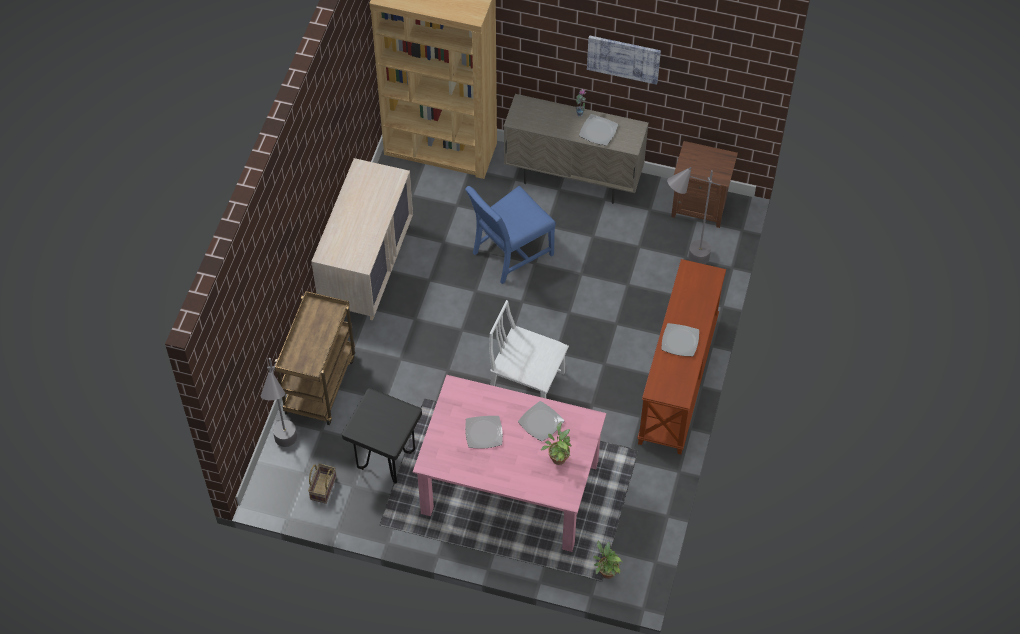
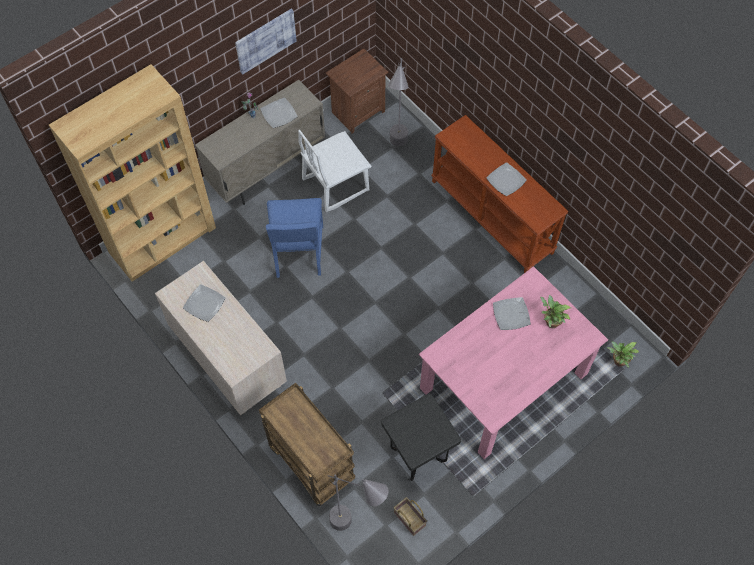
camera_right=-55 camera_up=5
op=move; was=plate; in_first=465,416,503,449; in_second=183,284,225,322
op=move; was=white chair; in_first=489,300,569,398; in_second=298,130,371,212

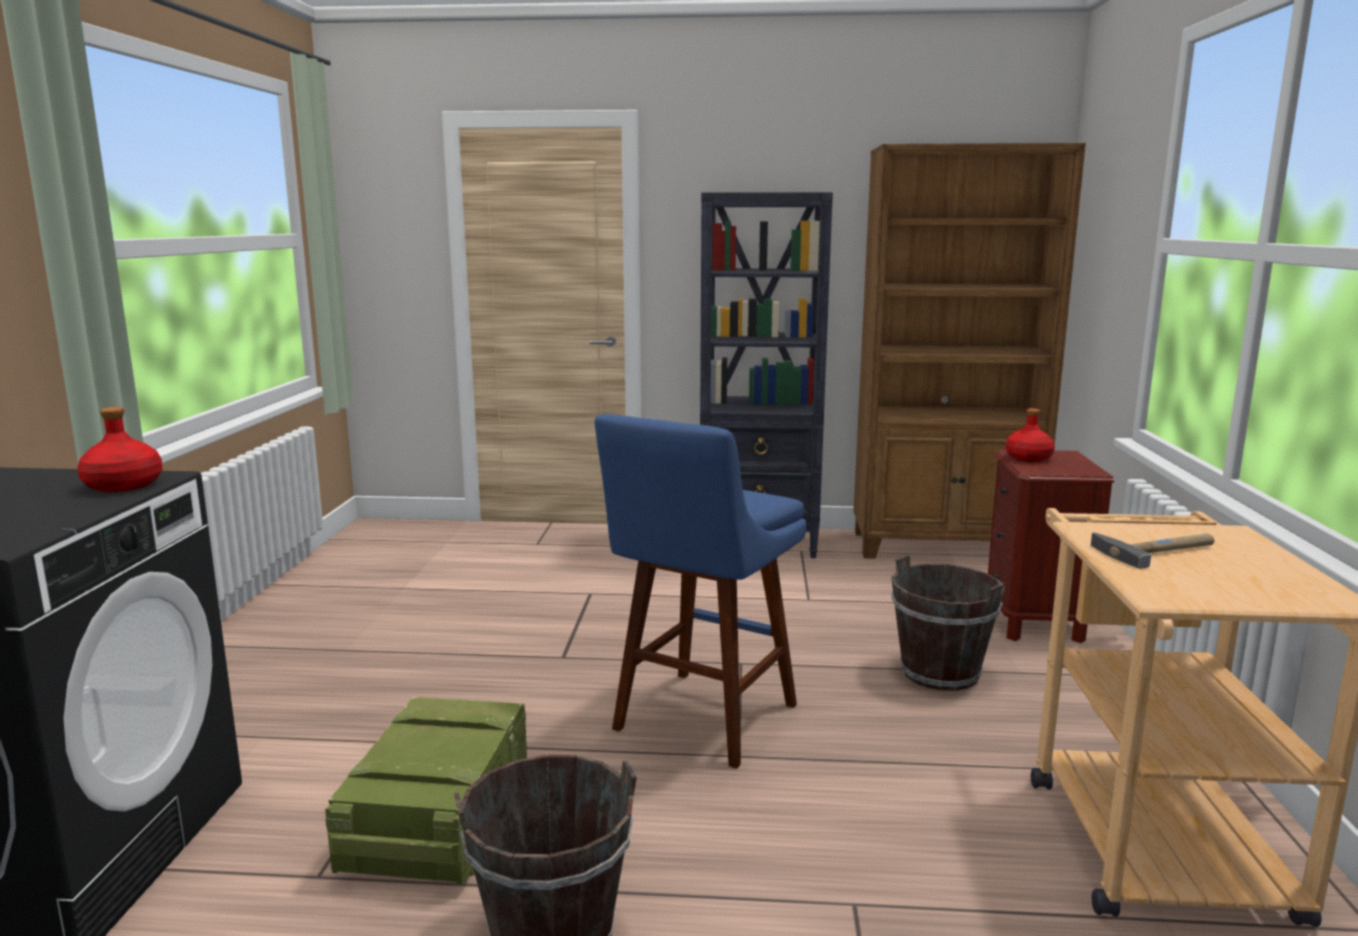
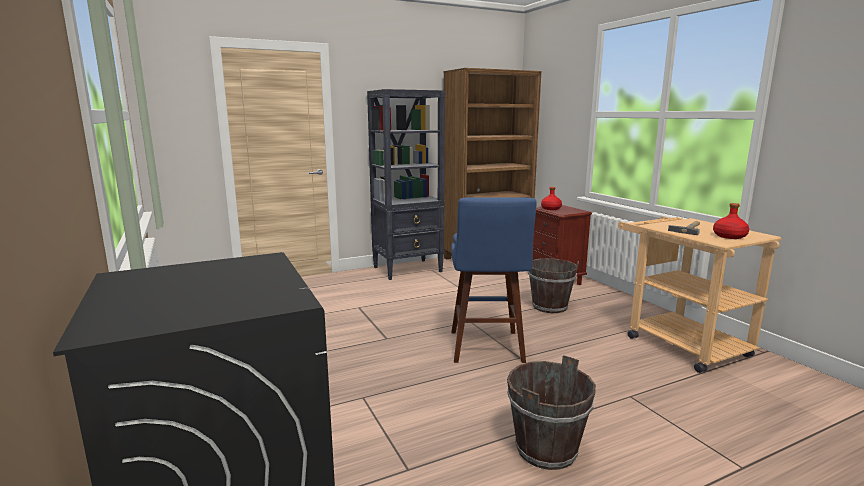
camera_right=-30 camera_up=0
op=delete; was=crate; in_first=325,697,527,884
op=move; was=red bottle; in_first=77,407,162,492; in_second=713,203,749,239

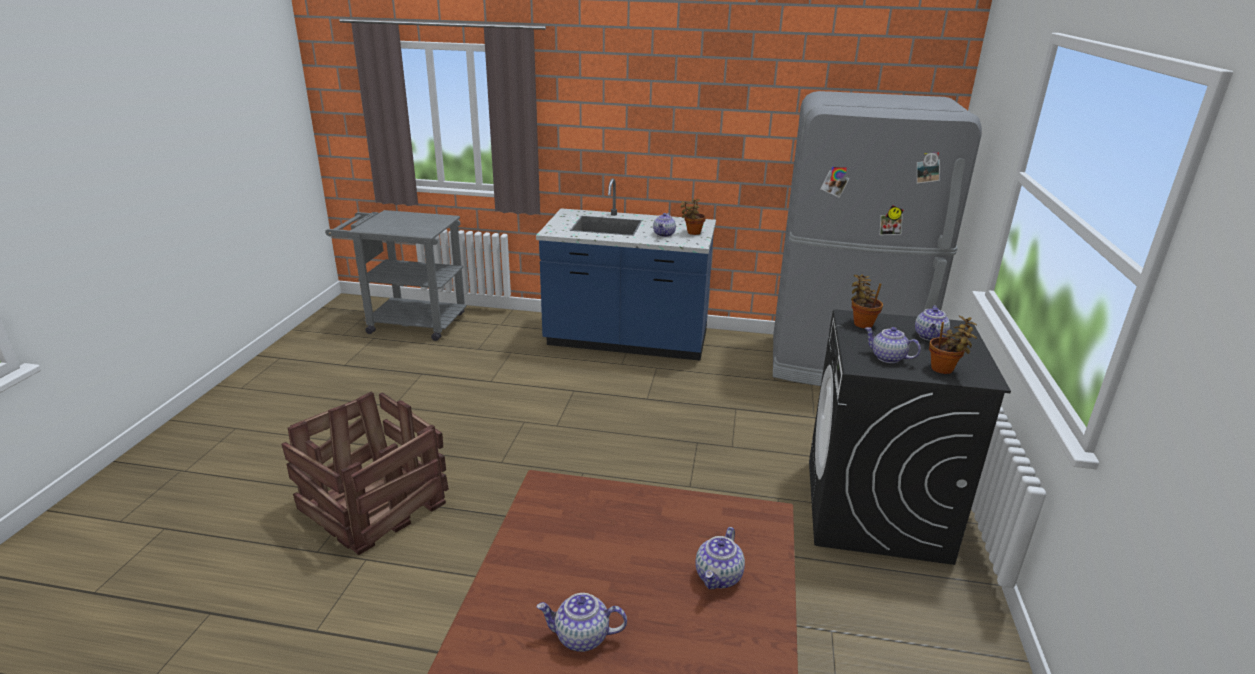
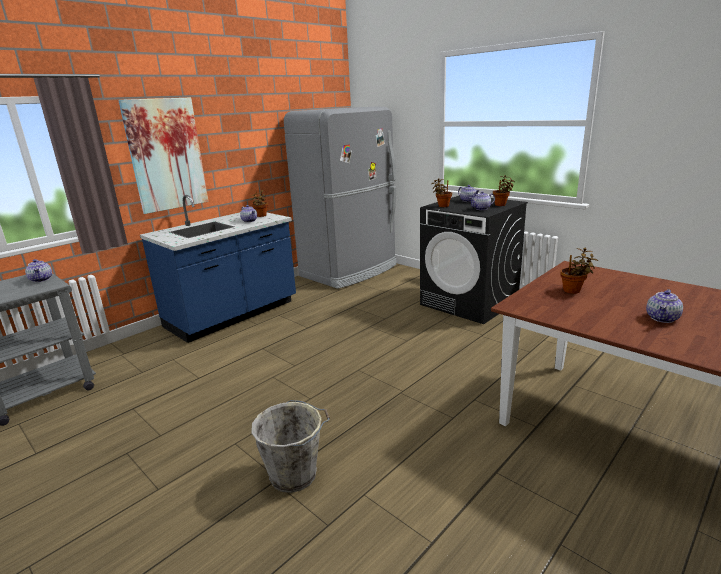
camera_right=-55 camera_up=-5
op=insert; now=picture; in_second=118,98,208,214
op=insert; now=potted plant; in_second=560,248,598,294
op=move; was=teapot; in_first=696,527,745,589; in_second=25,259,52,282
op=replace; was=crate; now=grey bucket; in_first=282,392,449,555; in_second=251,400,330,493

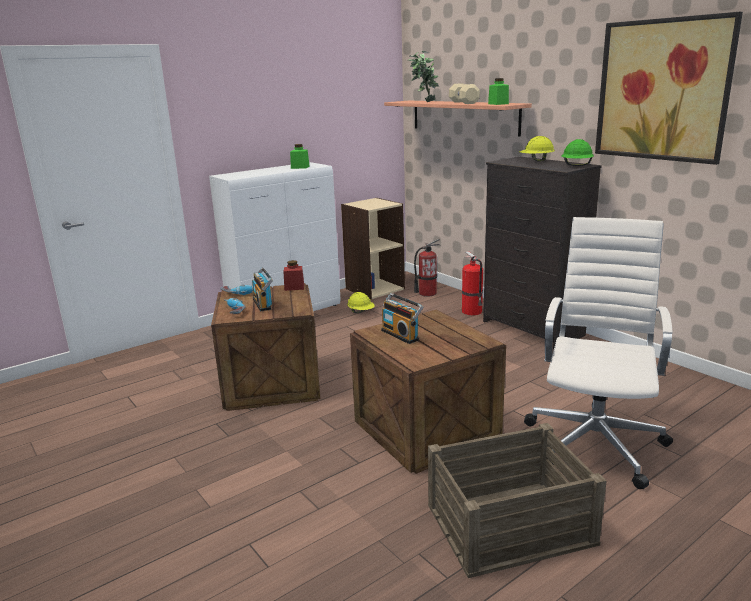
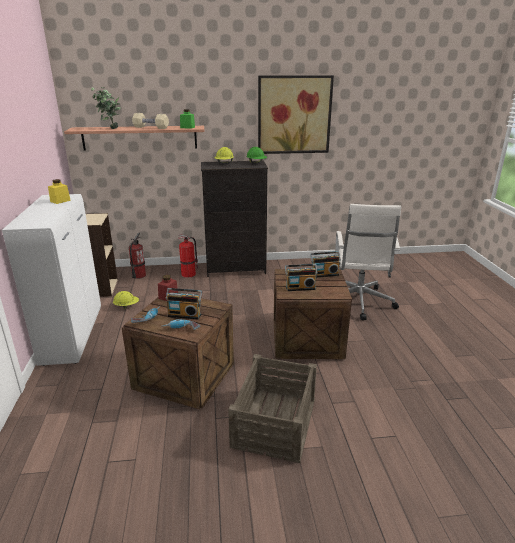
camera_right=-60 camera_up=5
op=insert; now=radio; in_second=310,251,341,277
op=move; was=crate; in_first=428,423,607,578; in_second=228,354,317,463
op=recolor; was=green jar; now=yellow jar; in_first=290,144,310,169; in_second=48,179,71,204
op=rotate; was=white office chair; in_first=524,217,673,489; in_second=335,204,401,320; clockwise=-135

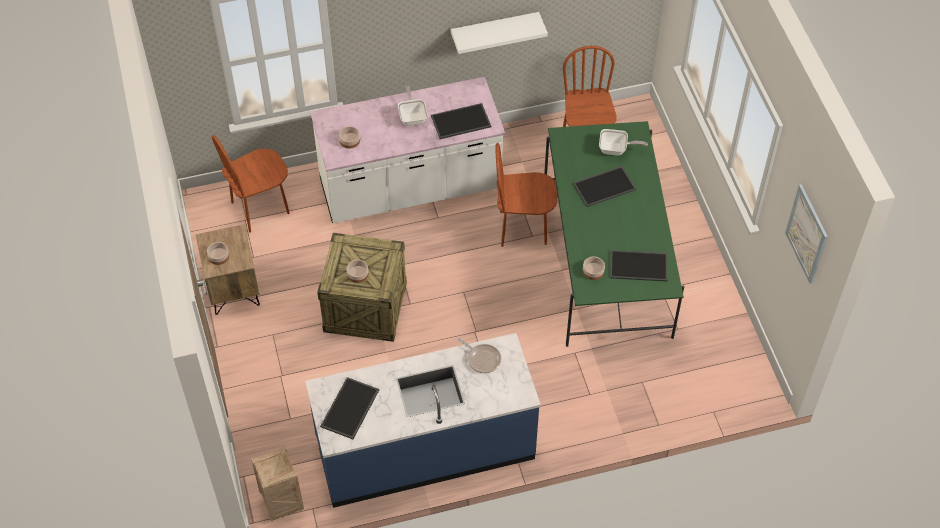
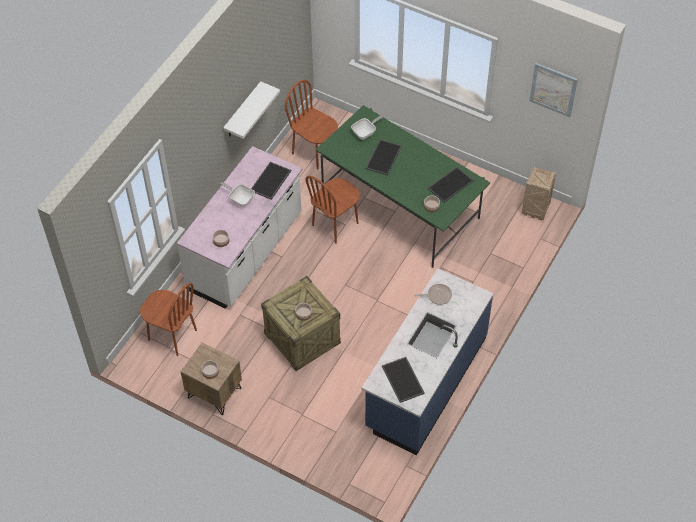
camera_right=-45 camera_up=0
op=move; was=crate; in_first=251,446,304,521; in_second=521,166,556,220
op=rotate; was=brown chair; in_first=212,135,290,233; in_second=140,283,197,356; clockwise=-75

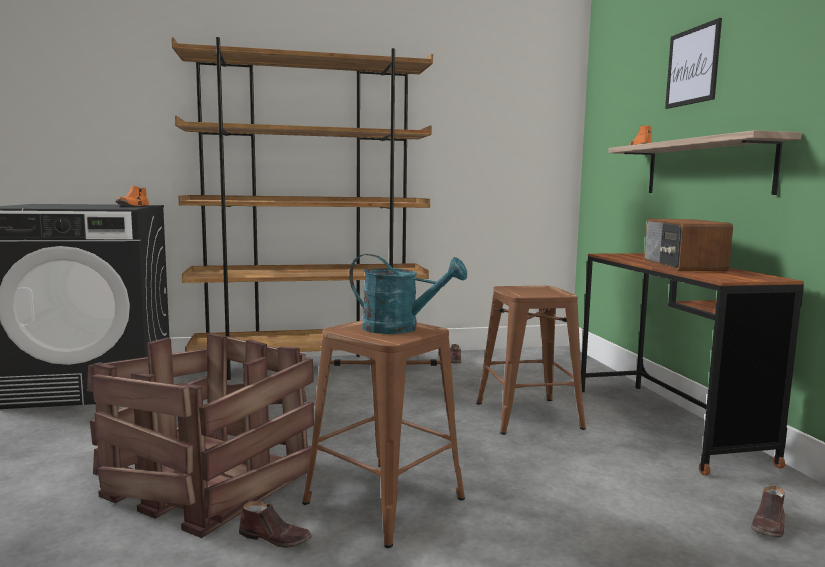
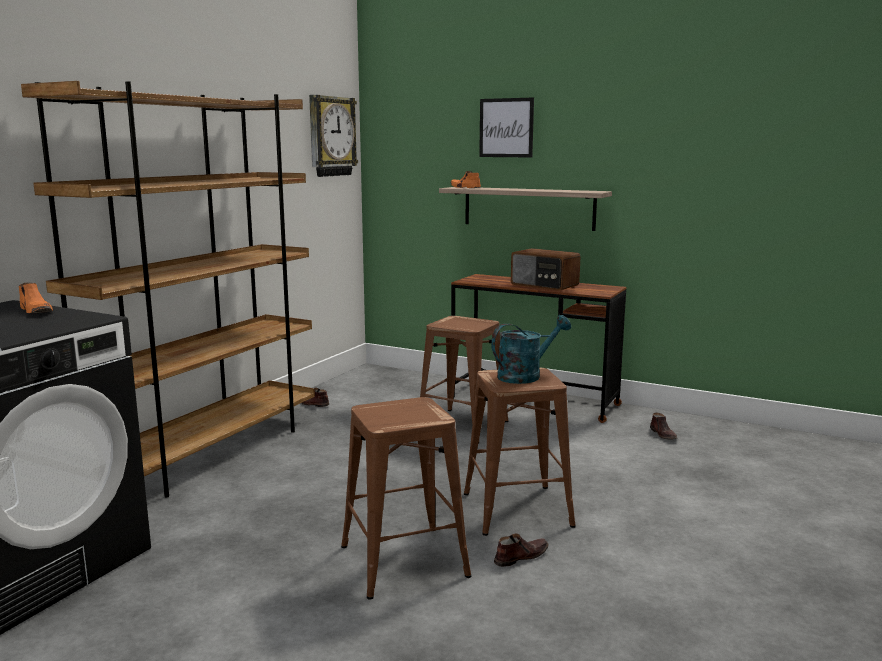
camera_right=-50 camera_up=5
op=insert; now=wall clock; in_second=309,95,358,177
op=replace; was=crate; now=brown stool; in_first=87,333,314,538; in_second=341,397,471,600

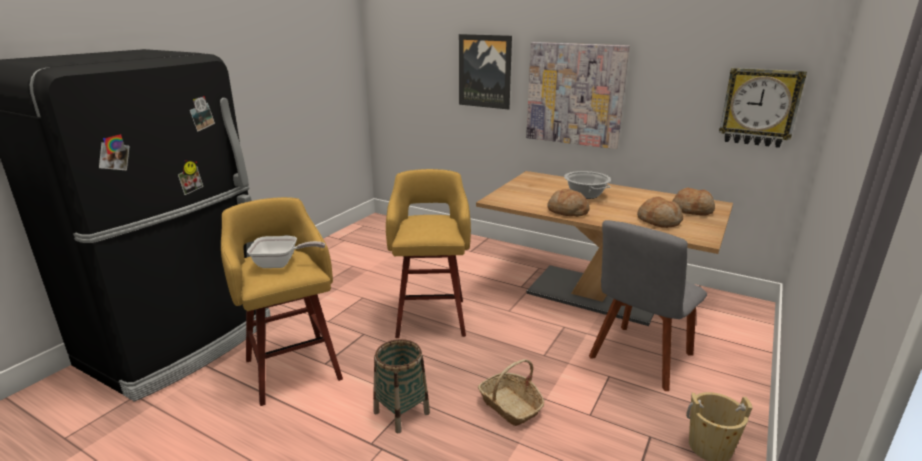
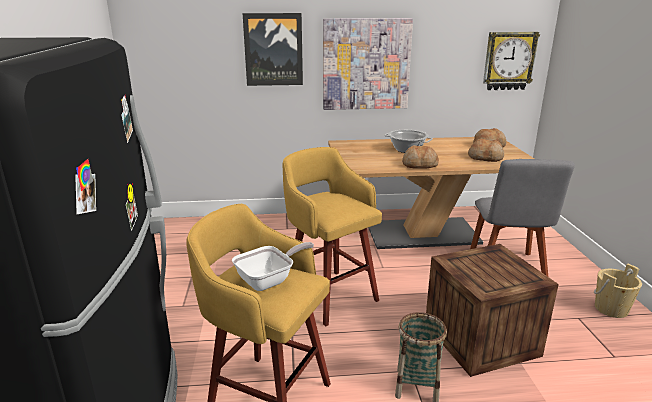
camera_right=-35 camera_up=0
op=replace; was=basket; now=crate; in_first=478,359,544,426; in_second=426,244,559,377

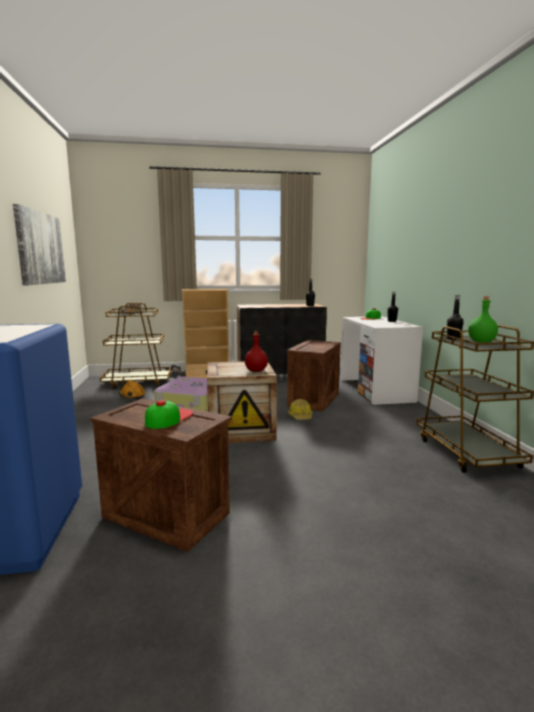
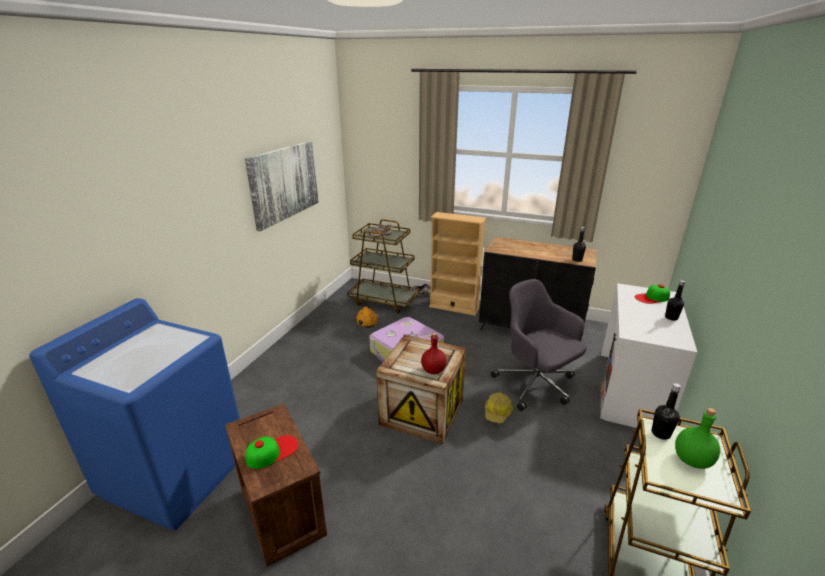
camera_right=30 camera_up=15
op=replace; was=crate; now=grey office chair; in_first=287,340,341,412; in_second=491,279,587,411

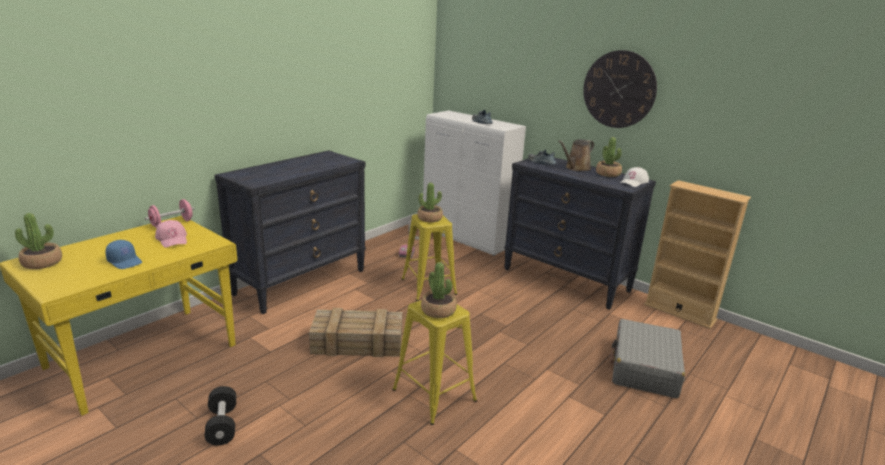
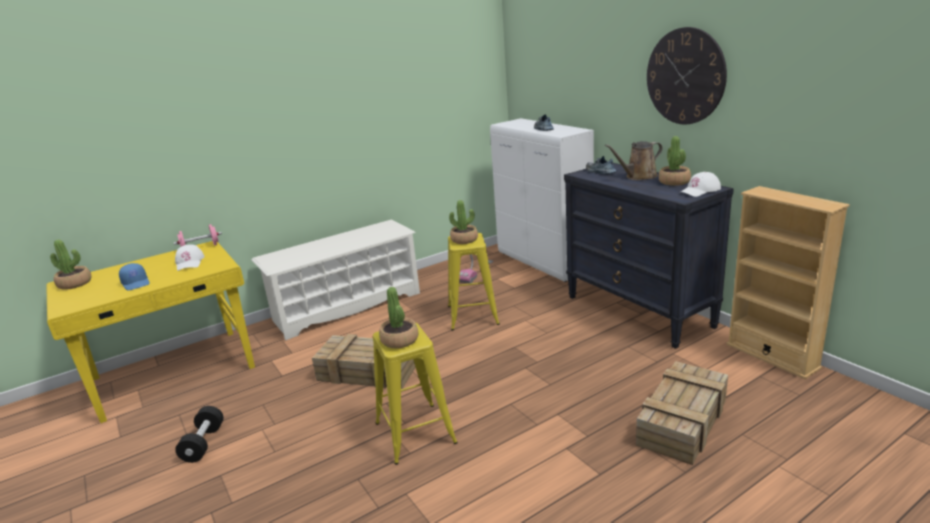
camera_right=20 camera_up=0
op=replace; was=black dresser; now=white shoe rack; in_first=215,150,366,314; in_second=251,220,420,340
op=replace; was=grey suitcase; now=crate; in_first=609,319,685,398; in_second=636,361,728,465
op=recolor; was=pink cap; now=white cap; in_first=155,220,187,248; in_second=175,244,205,271

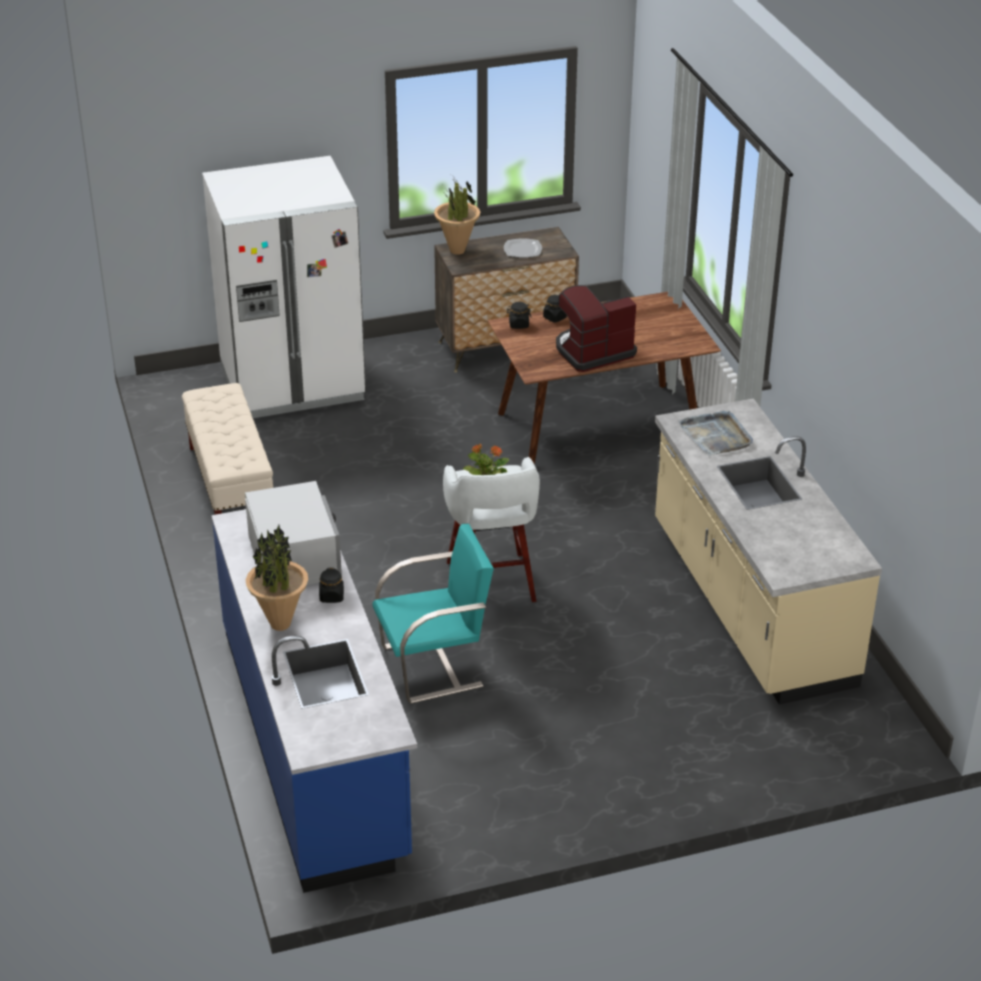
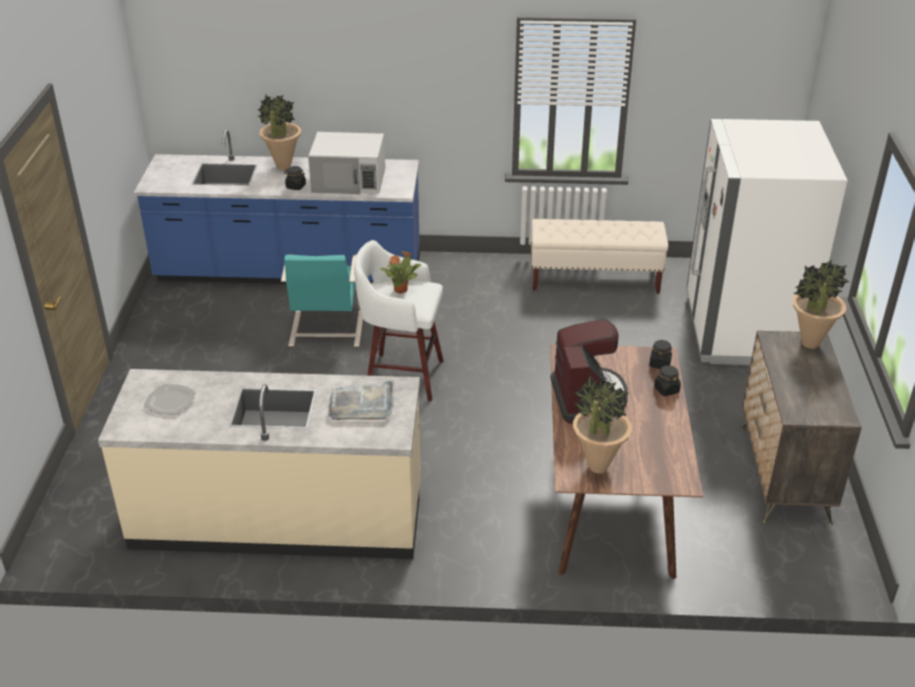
camera_right=110 camera_up=0
op=insert; now=potted plant; in_second=573,375,632,473
op=move; was=plate; in_first=504,238,542,258; in_second=143,384,196,415

